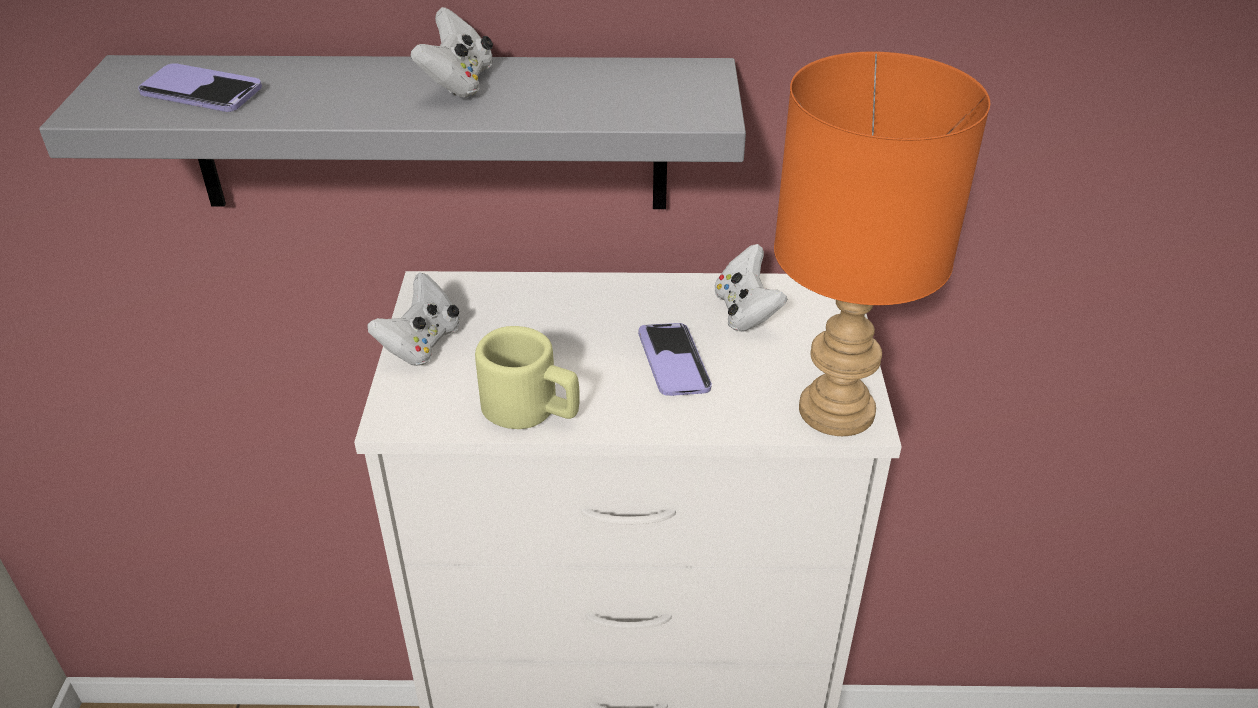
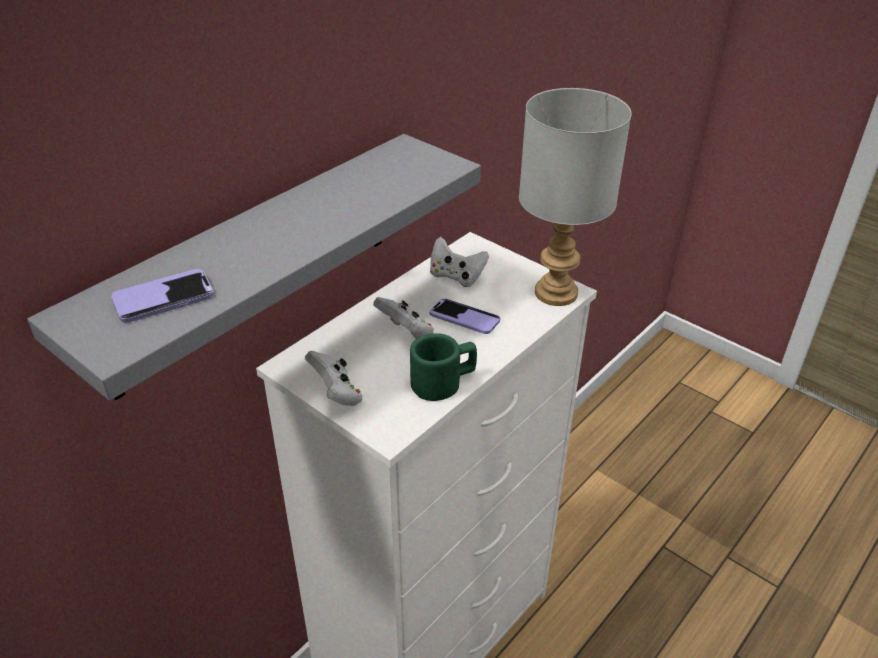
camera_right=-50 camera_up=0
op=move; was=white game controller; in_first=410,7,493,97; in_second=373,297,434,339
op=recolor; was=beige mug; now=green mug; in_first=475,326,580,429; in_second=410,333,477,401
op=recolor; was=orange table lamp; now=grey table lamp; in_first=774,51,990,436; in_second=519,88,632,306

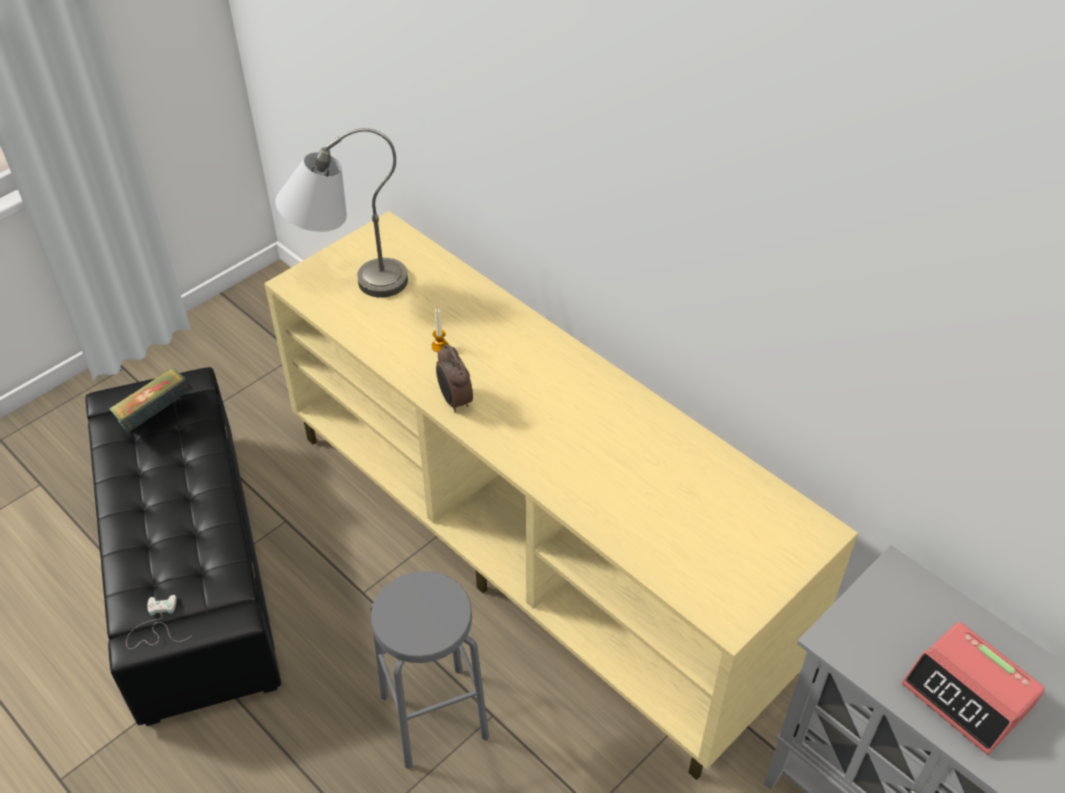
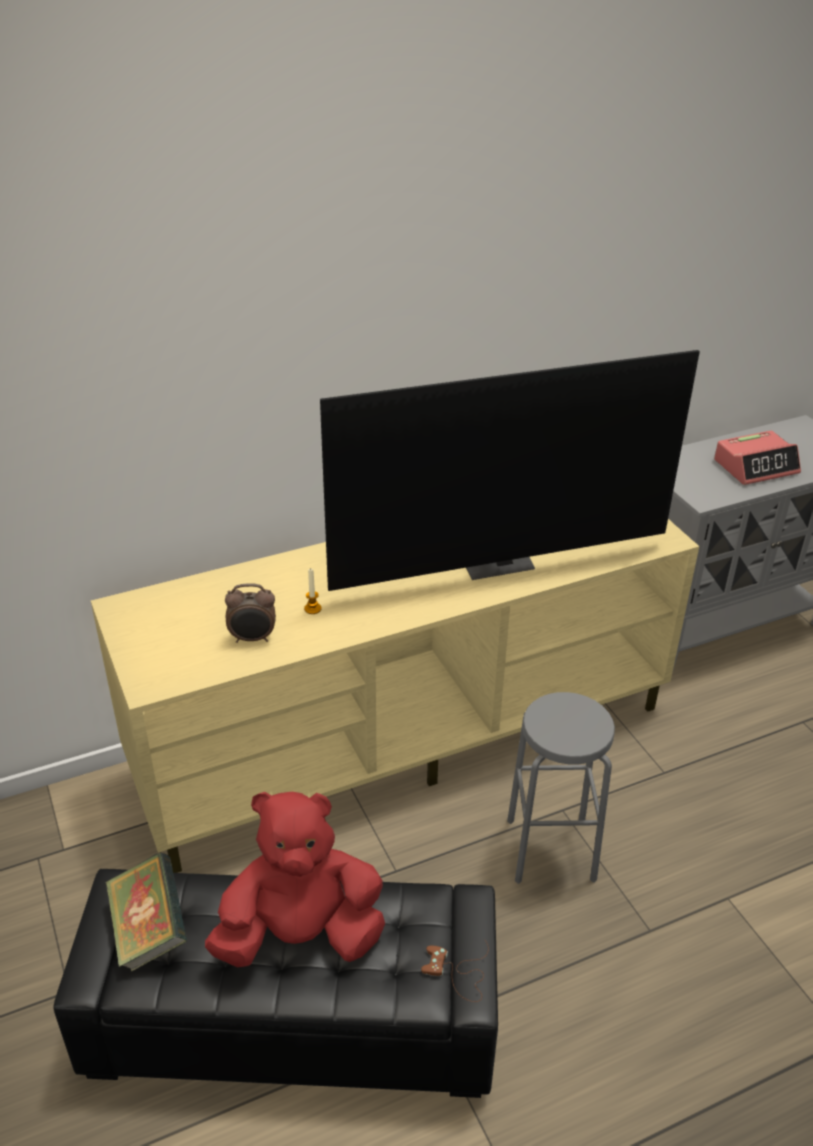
camera_right=-70 camera_up=-10
op=delete; was=grey table lamp; in_first=275,128,408,298
op=insert; now=red plush toy; in_second=205,792,385,967
op=insert; now=television; in_second=320,350,700,591
op=move; was=alarm clock; in_first=436,344,473,413; in_second=225,583,276,643
op=recolor; was=white game controller; now=brown game controller; in_first=126,595,192,649; in_second=421,940,489,1002

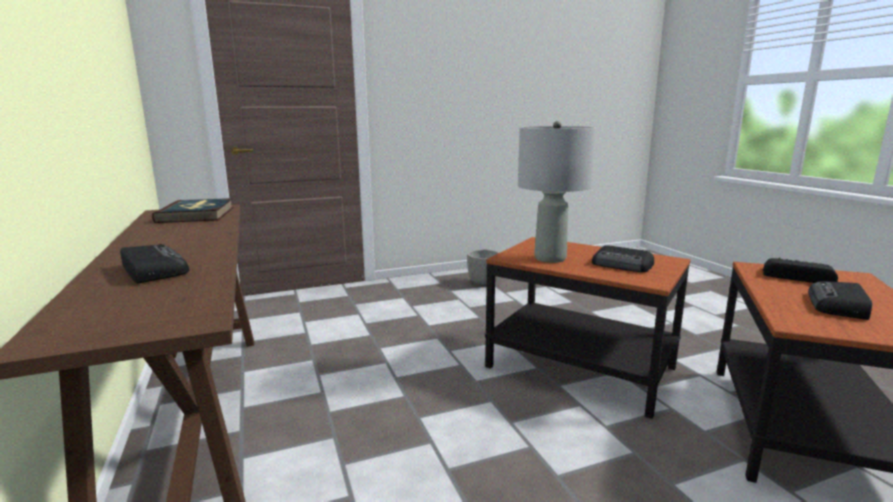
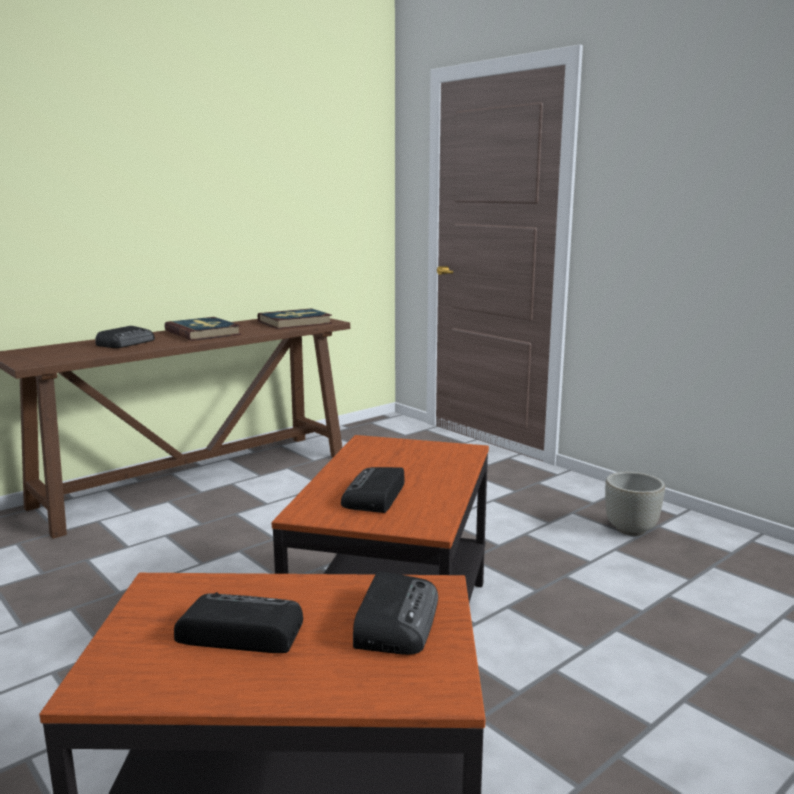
camera_right=70 camera_up=0
op=delete; was=grey table lamp; in_first=518,121,596,263
op=insert; now=book; in_second=164,317,241,341

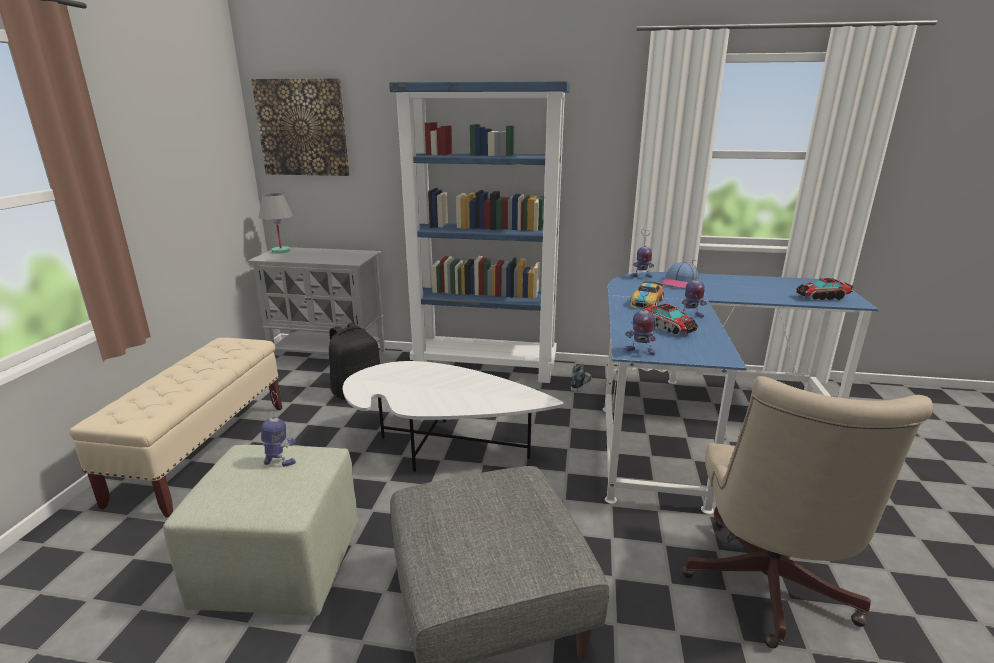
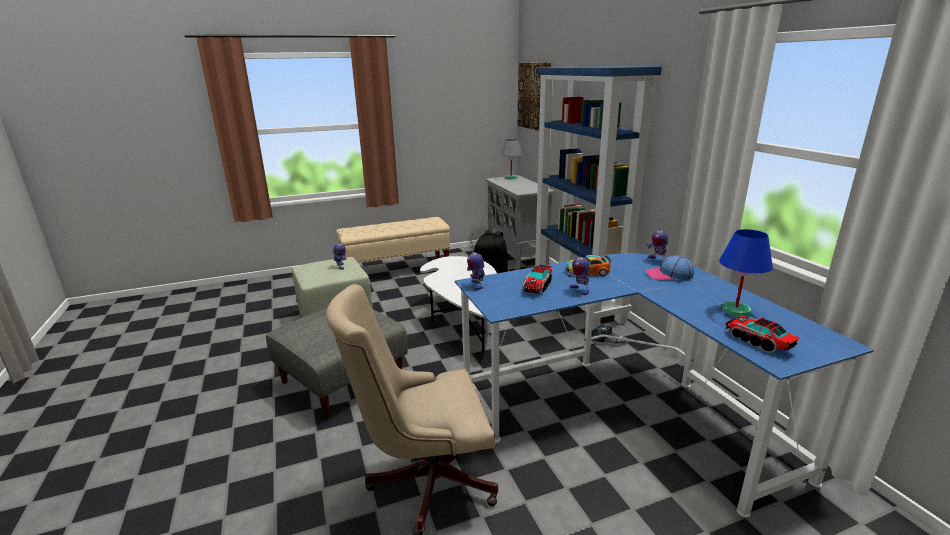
camera_right=60 camera_up=0
op=insert; now=blue table lamp; in_second=719,229,773,317

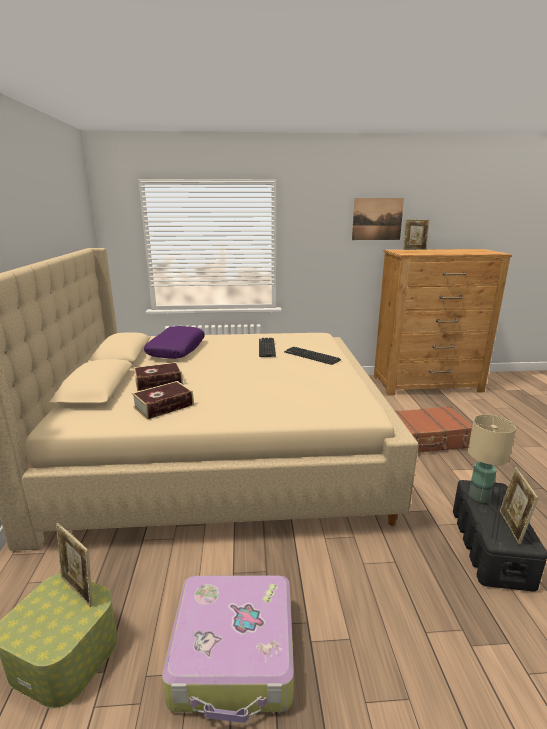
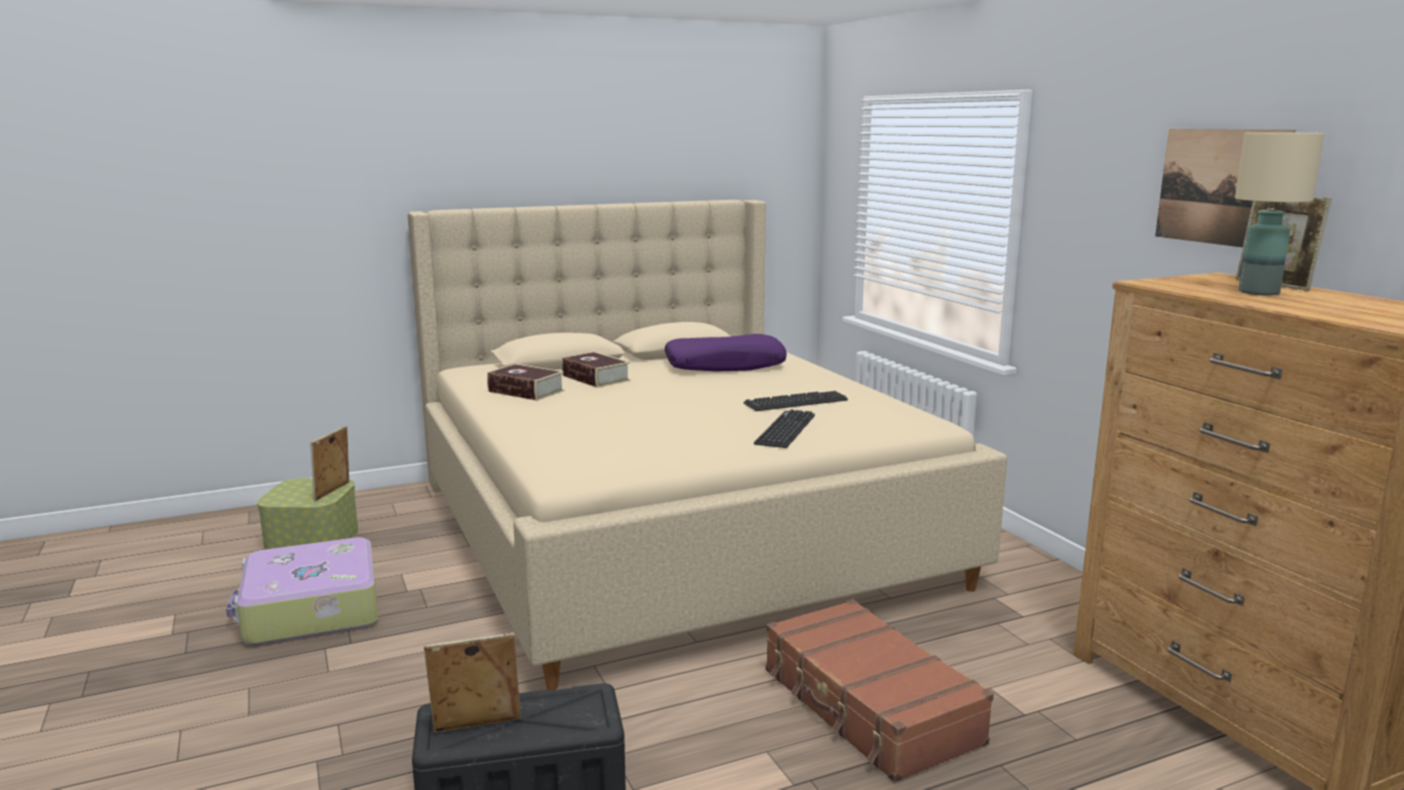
camera_right=70 camera_up=-5
op=move; was=beige table lamp; in_first=468,415,516,503; in_second=1235,132,1324,295

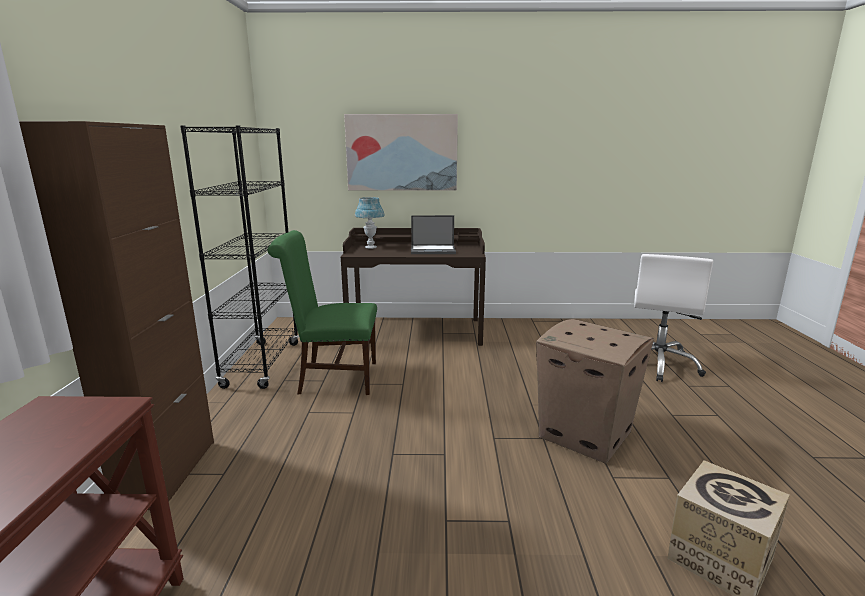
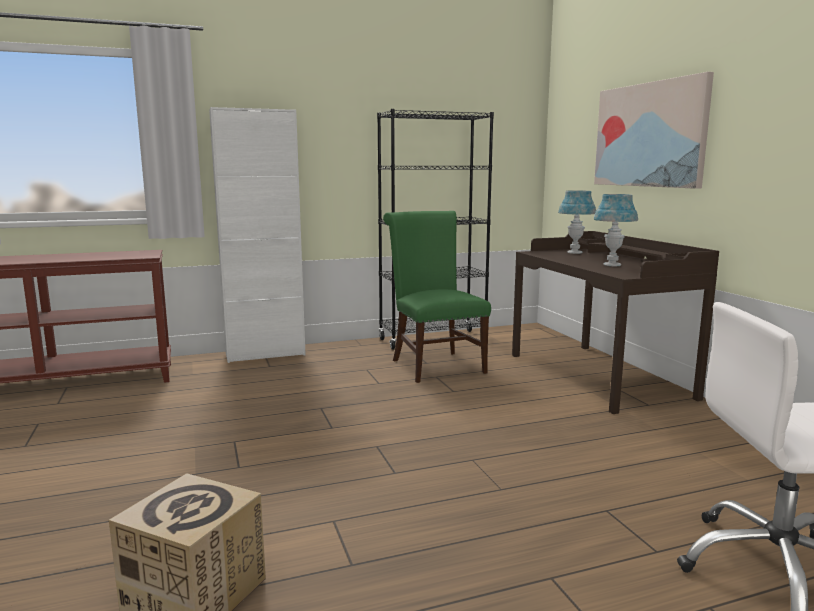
camera_right=70 camera_up=-5
op=delete; was=cardboard box; in_first=536,319,654,464
op=replace; was=laptop; now=blue table lamp; in_first=411,215,456,254; in_second=594,194,638,266
op=recolor; was=brown cabinet; now=white cabinet; in_first=19,121,214,510; in_second=209,107,306,363

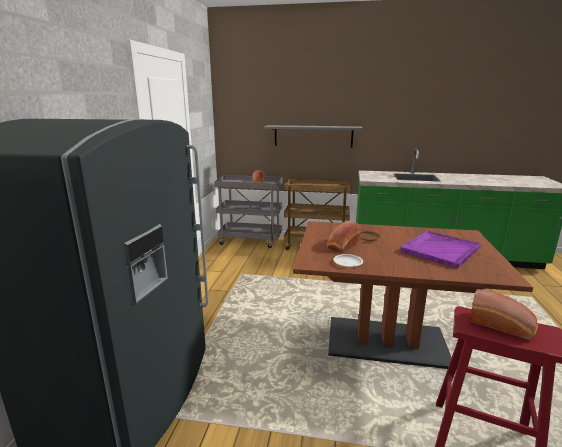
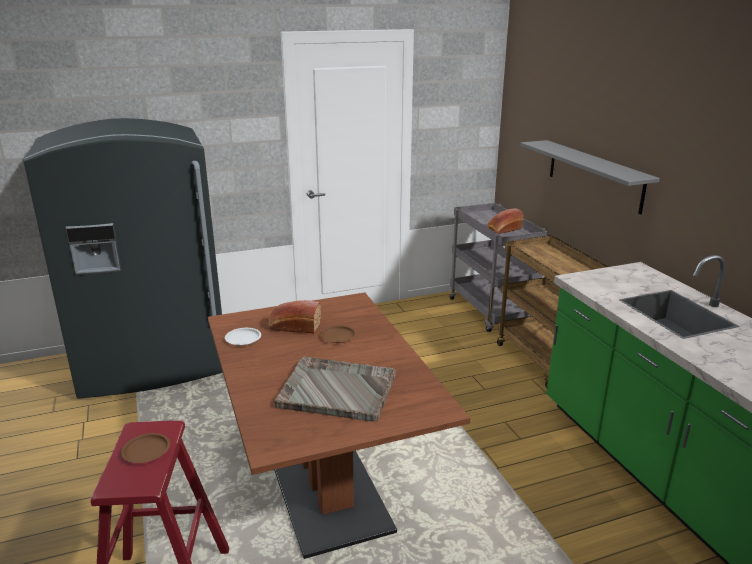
camera_right=60 camera_up=5
op=replace; was=bread; now=brown plate; in_first=471,289,538,340; in_second=121,433,170,463
op=recolor; was=purple tray; now=grey tray; in_first=400,231,481,269; in_second=274,356,396,422

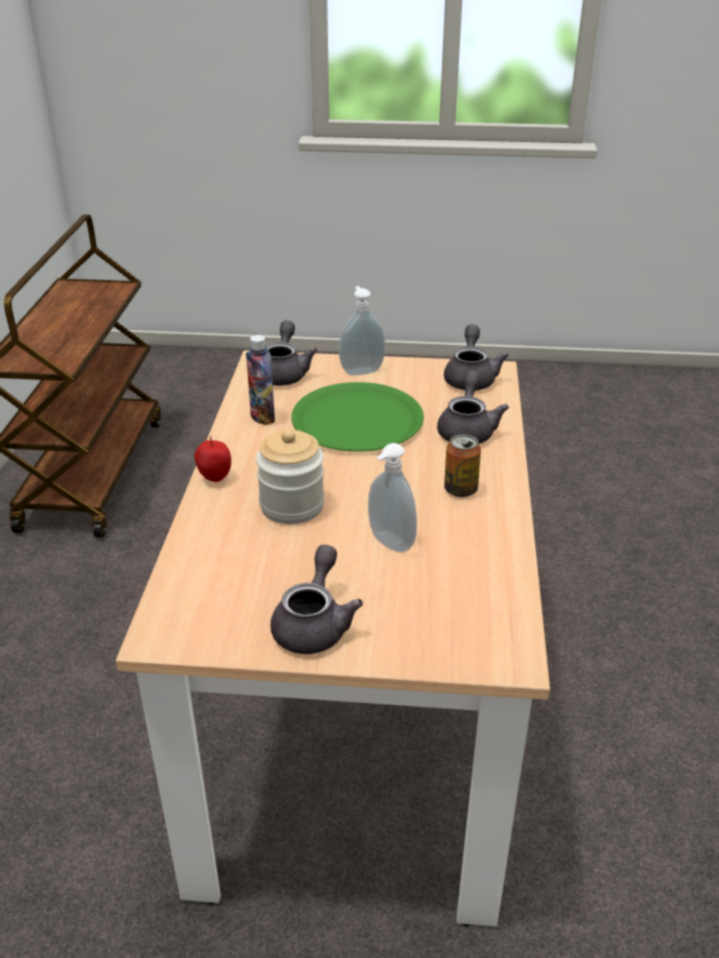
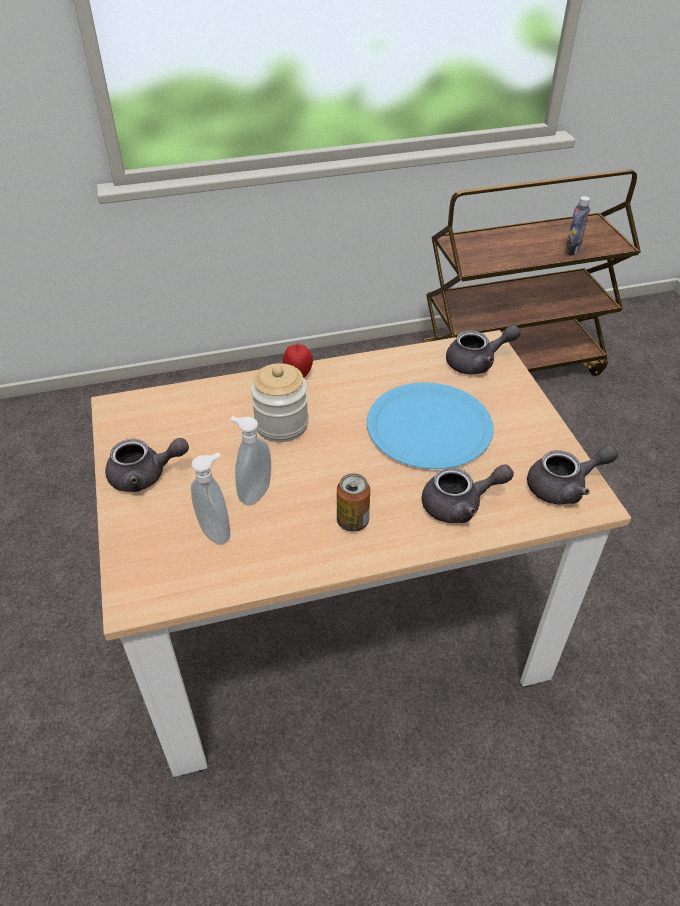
camera_right=70 camera_up=10
op=move; was=bottle; in_first=246,335,275,425; in_second=565,196,590,256
op=move; was=soap dispenser; in_first=339,286,386,376; in_second=191,452,230,545
op=recolor; was=green plate; now=blue plate; in_first=291,382,424,452; in_second=367,383,494,469

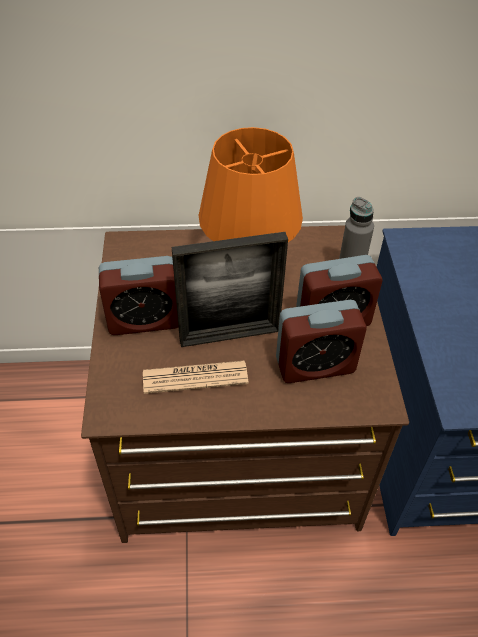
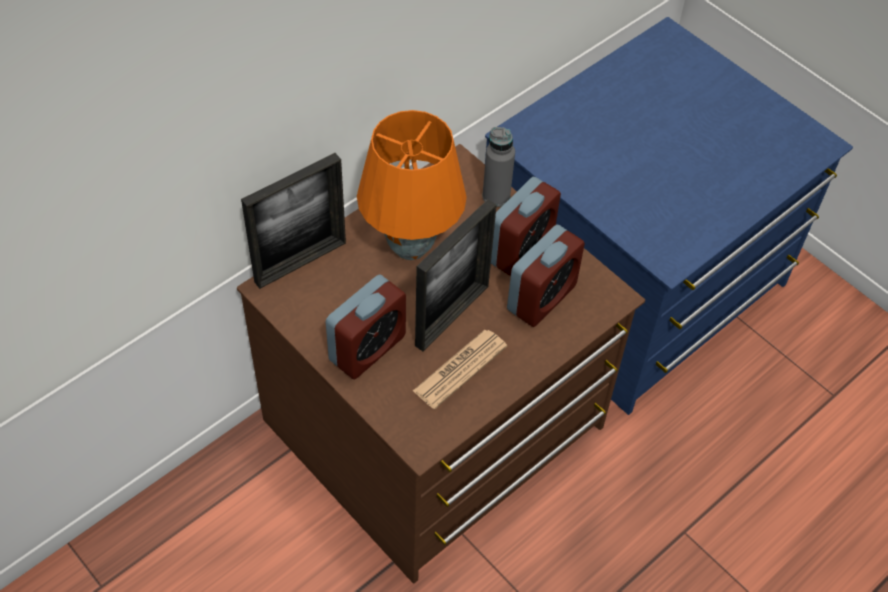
camera_right=-40 camera_up=5
op=insert; now=picture frame; in_second=241,153,346,289

